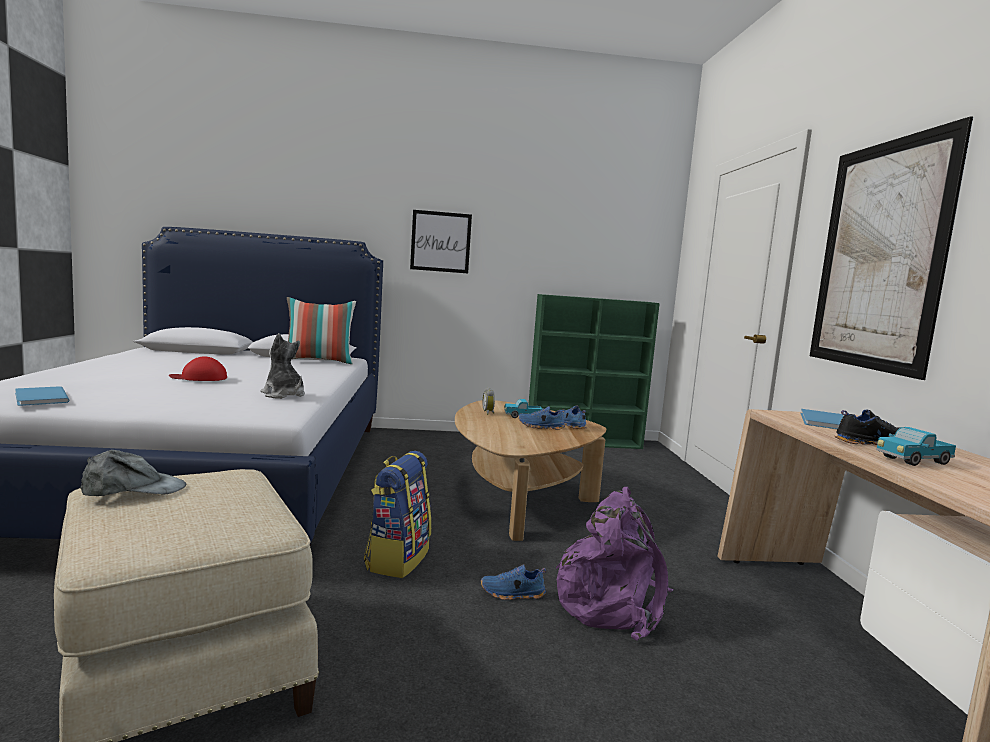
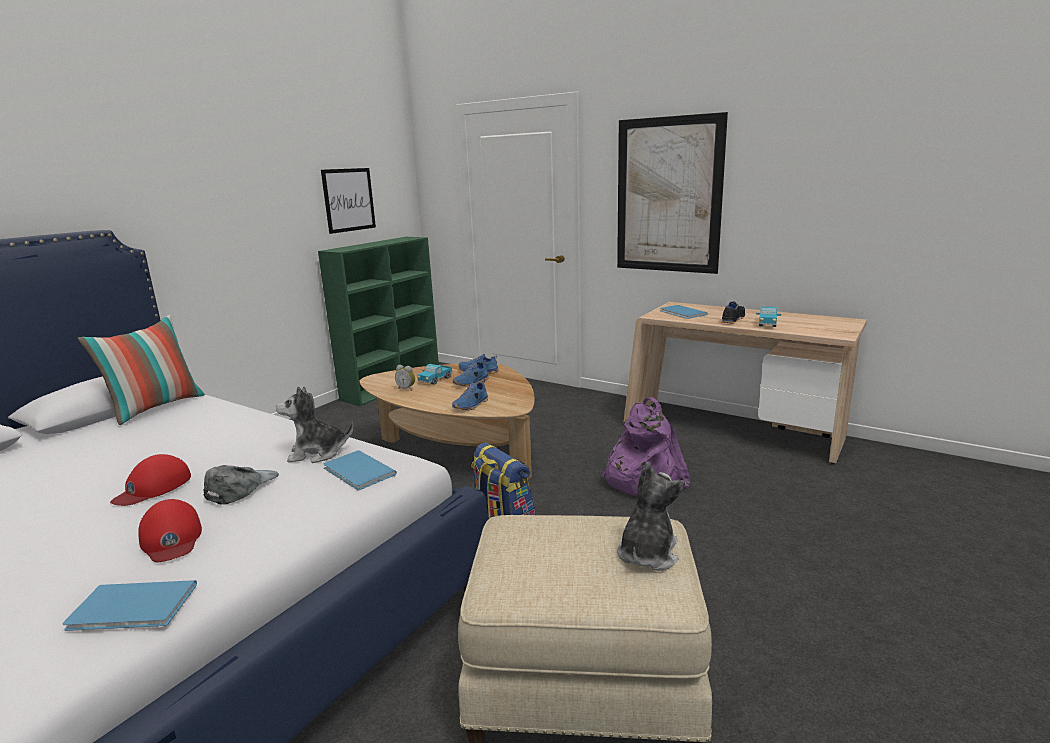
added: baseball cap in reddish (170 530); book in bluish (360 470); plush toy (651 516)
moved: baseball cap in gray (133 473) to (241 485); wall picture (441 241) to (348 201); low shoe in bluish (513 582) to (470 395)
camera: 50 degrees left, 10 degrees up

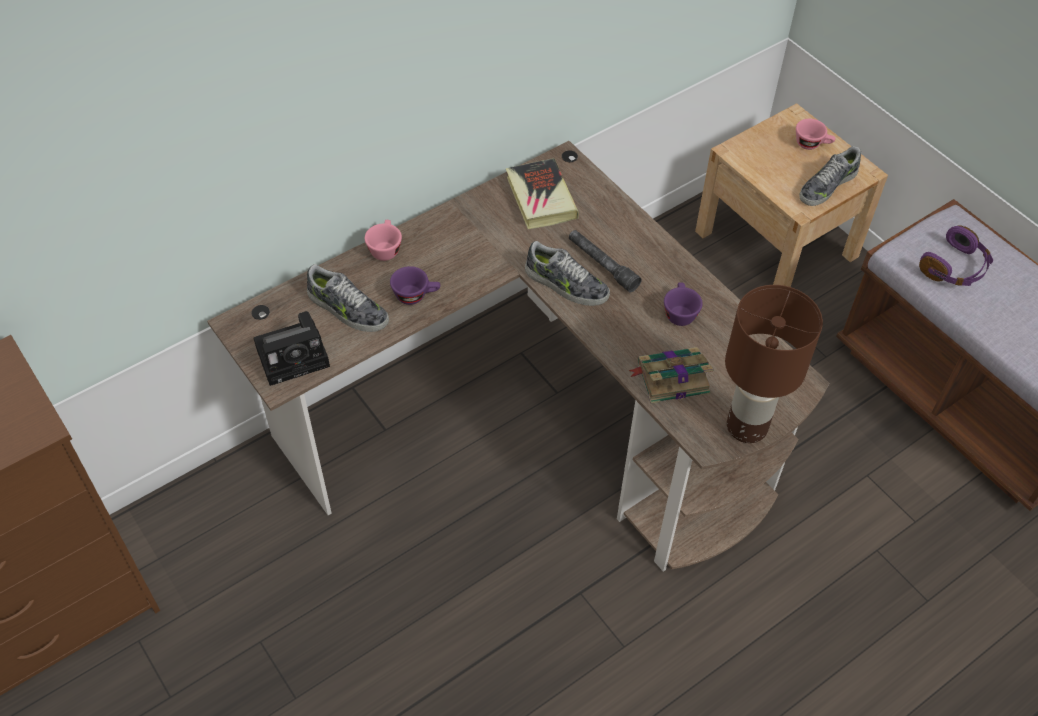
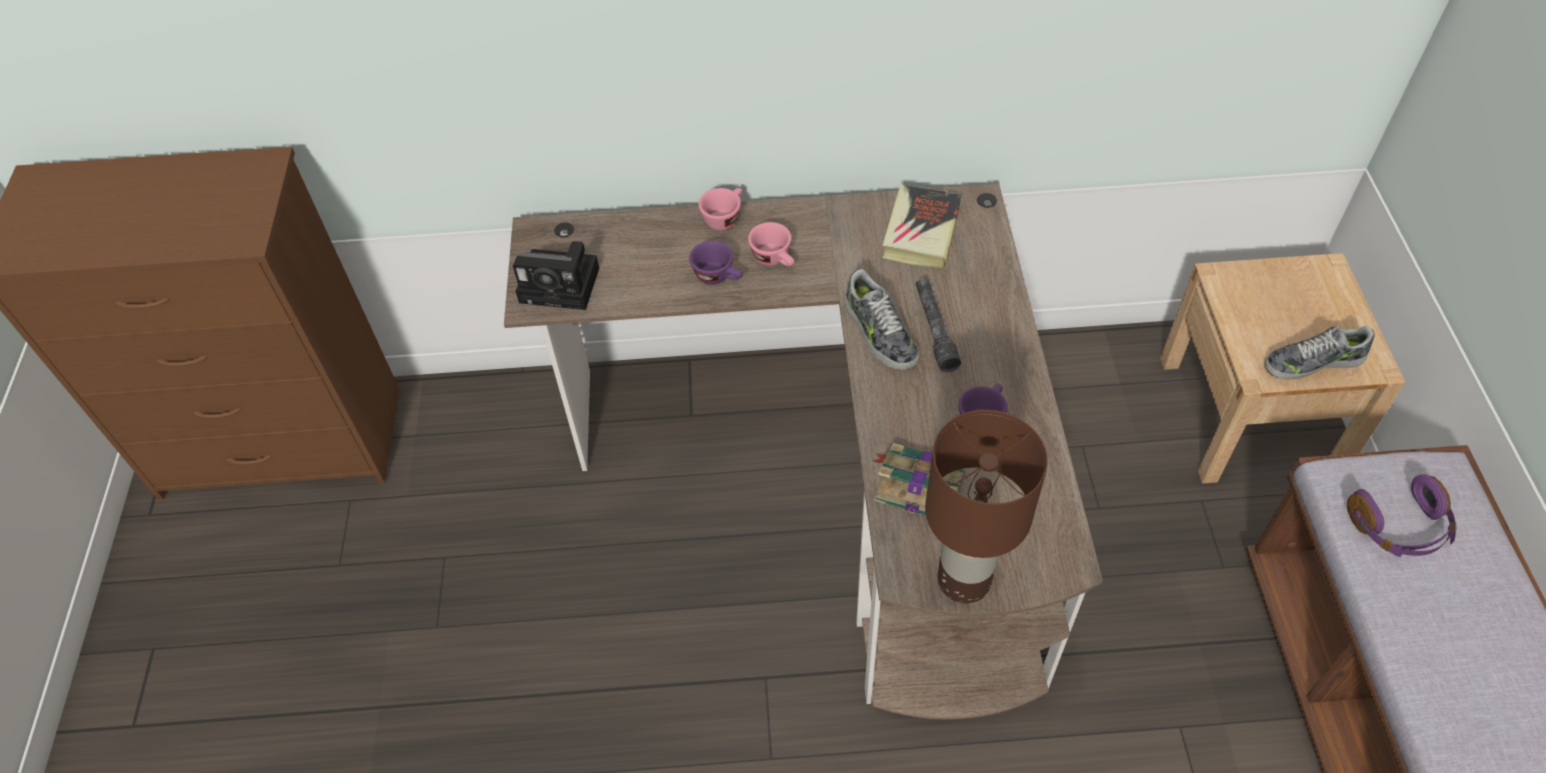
removed: low shoe (348 298)
moved: drinking cup in pink (816 134) to (771 244)
camera: 35 degrees right, 0 degrees up

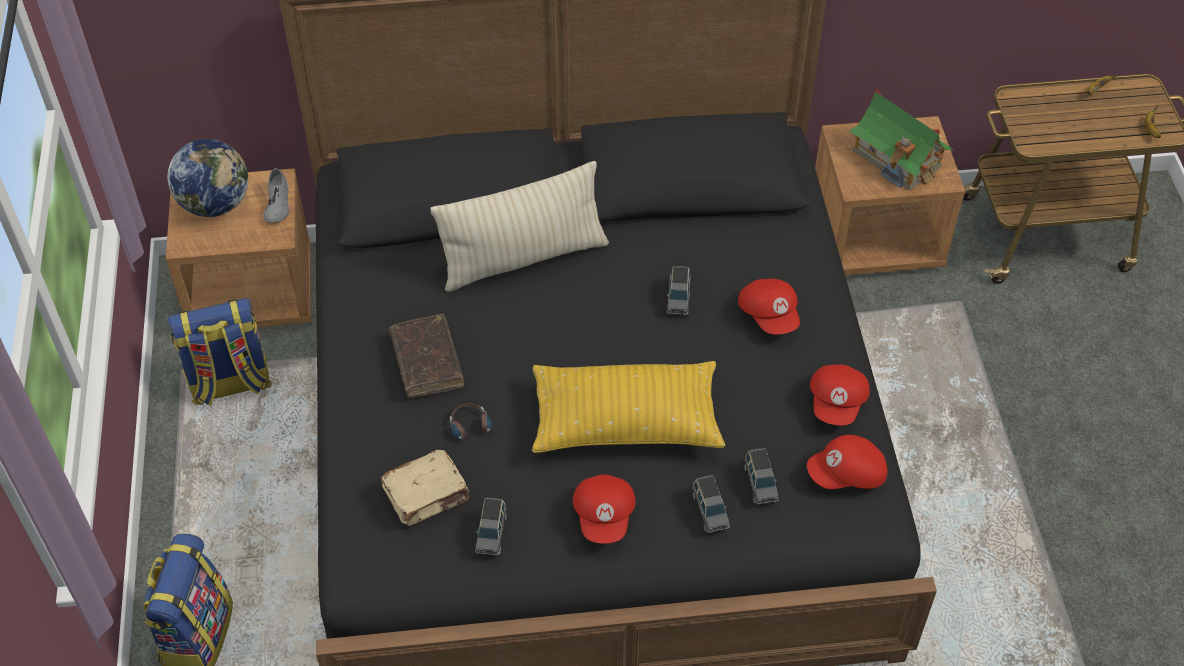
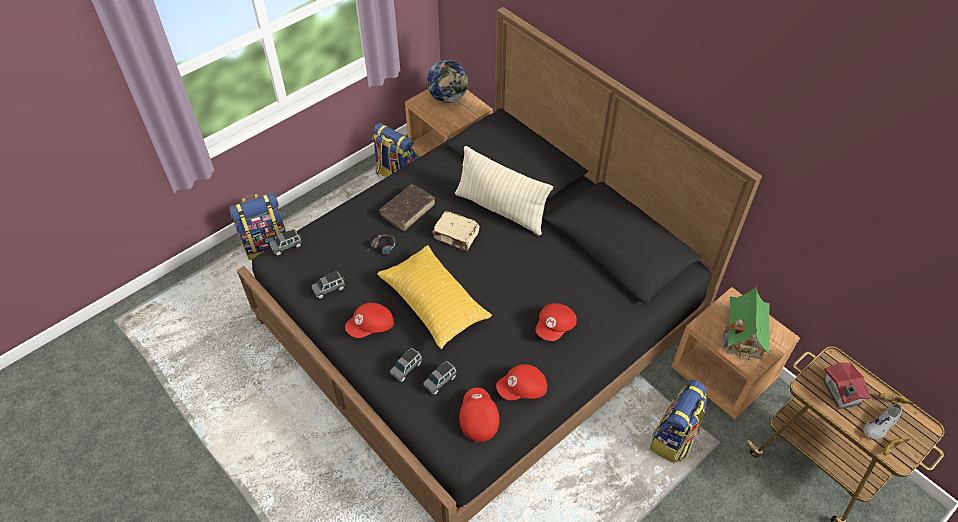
added: rucksack (679 422); model house (846 385)
moved: low shoe in gray (276 195) to (882 421); book in sand-coloured (425 488) to (456 231); toy car in gray (679 291) to (286 242)
turned: baseball cap in reddish (847 462) = (479 415) 45 degrees clockwise
camera: 55 degrees right, 0 degrees up

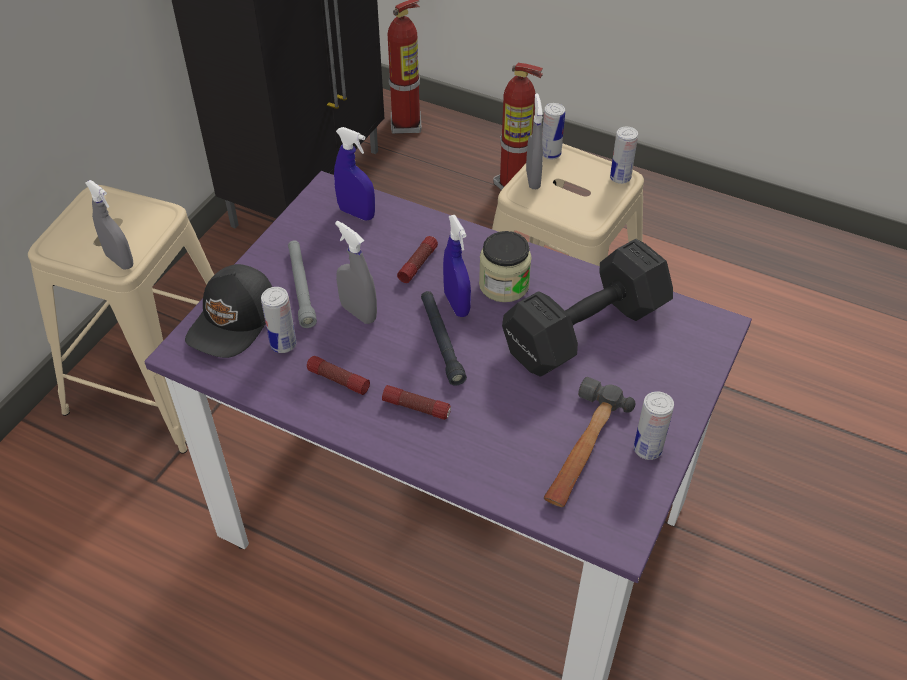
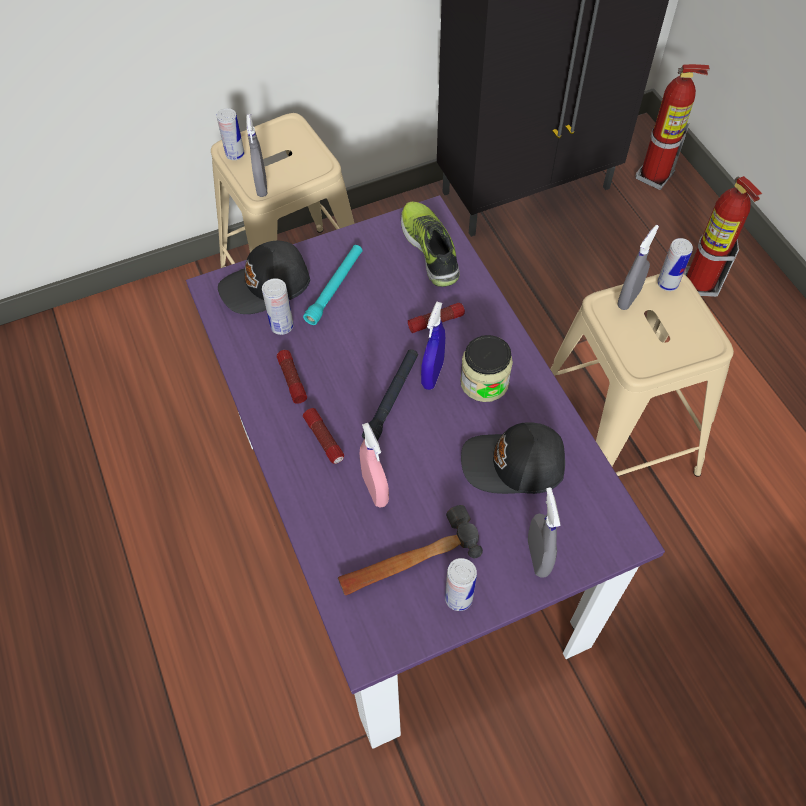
added: sprayer in pink (374 465)
moved: sprayer in gray (356 272) to (544 533); metal can (624 155) to (230 134)
replaced: sprayer in bluish (354 173) to low shoe (430 244); free weight in black-coloured (587 308) to baseball cap in black-coloured (513 458)
recoloured: hand torch in gray (302 284) to hand torch in turquoise (332 285)
camera: 40 degrees right, 10 degrees up

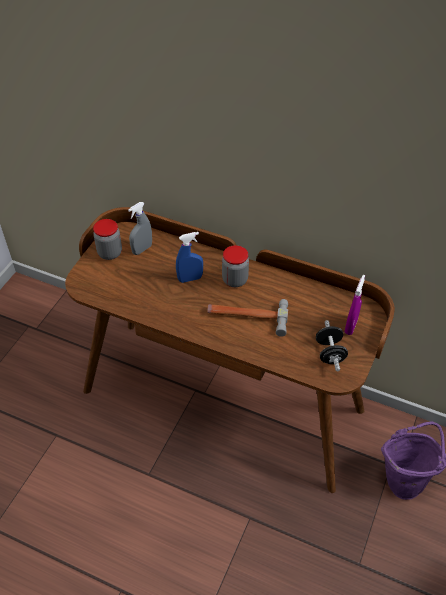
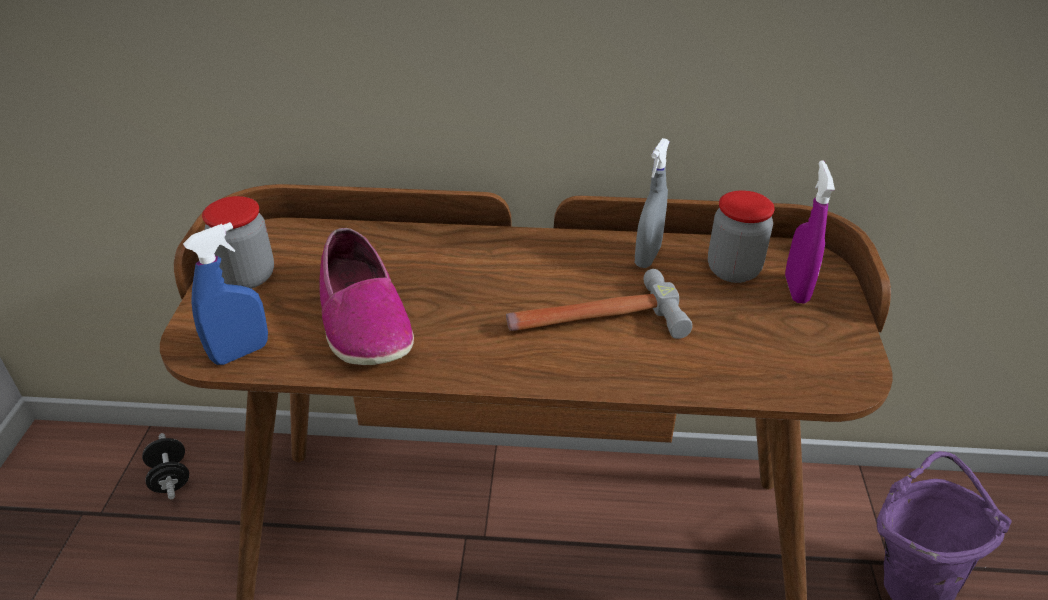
added: low shoe (366 296)
moved: sprayer in gray (140 228) to (652 203); sprayer in bluish (189 257) to (225 293); jar (235 266) to (741 236); free weight in black-coloured (332 345) to (165 466)
camera: 20 degrees left, 10 degrees down

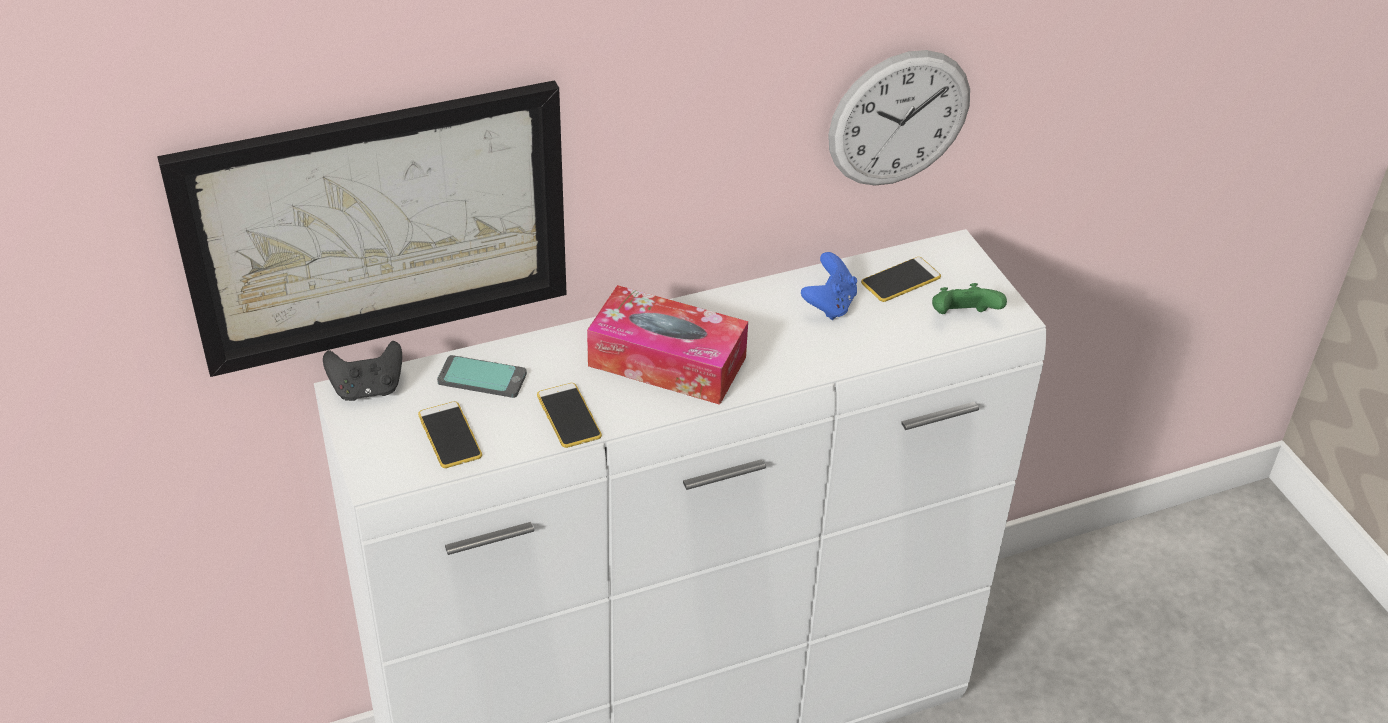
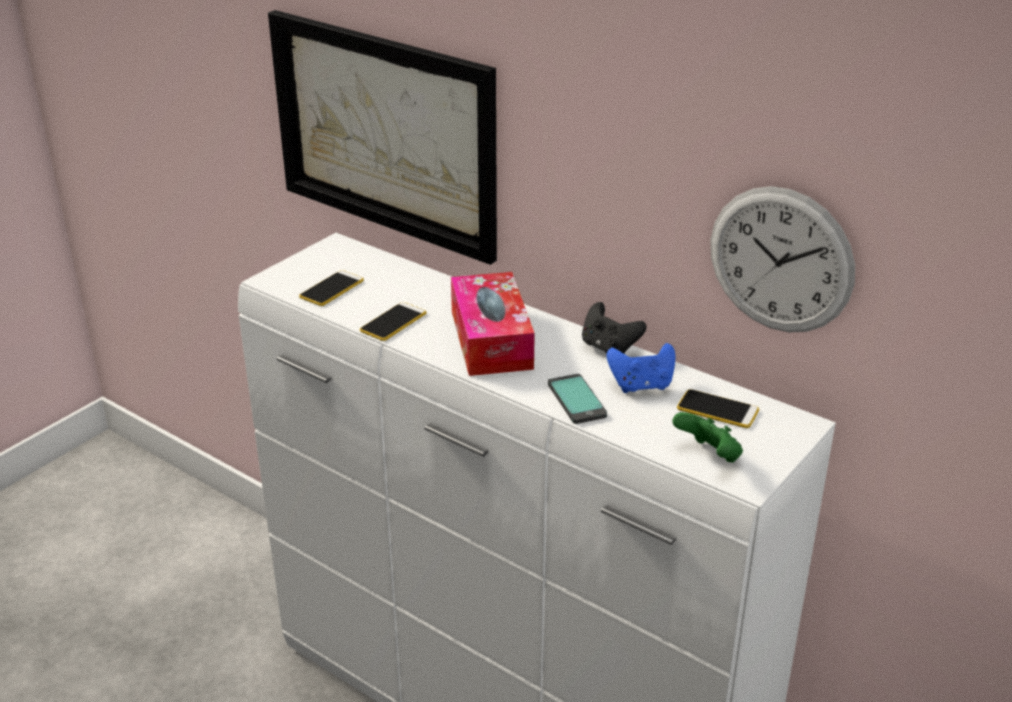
moved: game controller in black-coloured (362 371) to (614 328); handset (482 376) to (577 399)
camera: 60 degrees right, 10 degrees down

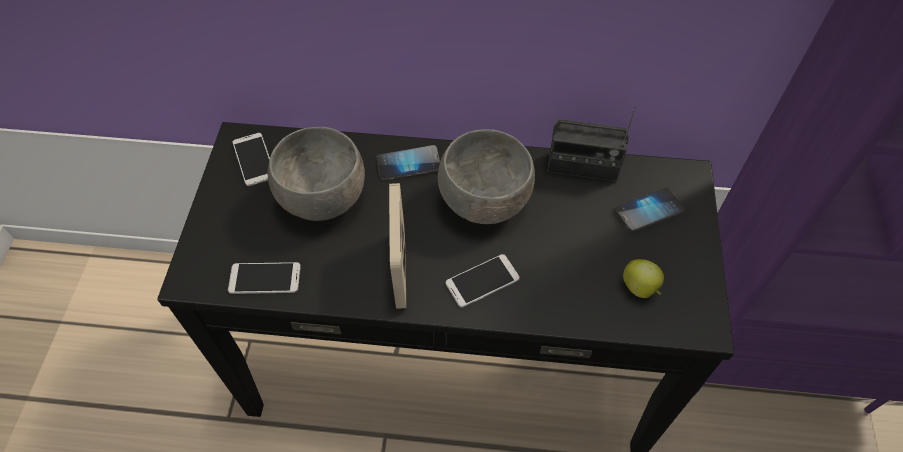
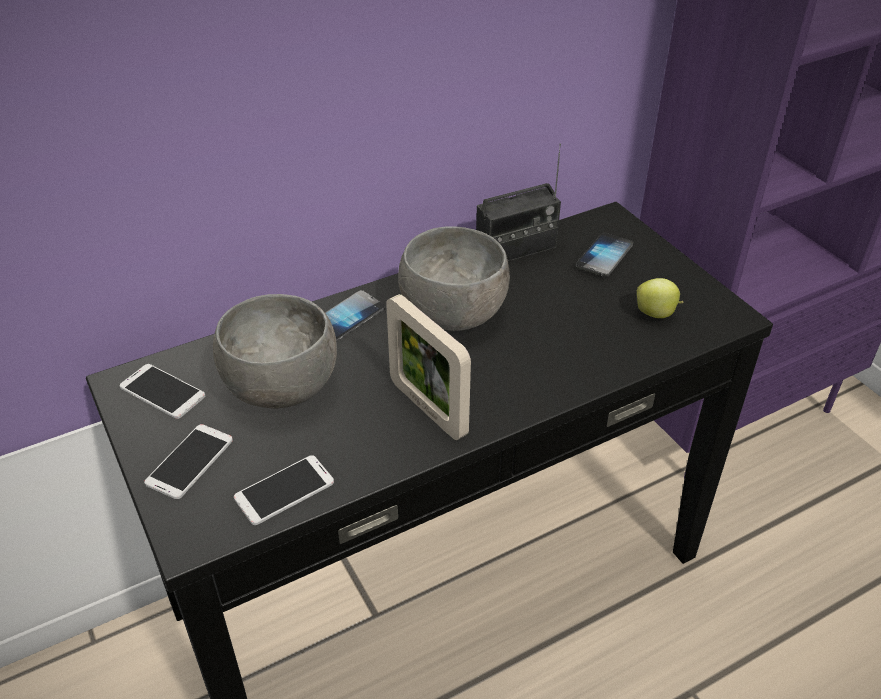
moved: handset (483 281) to (188 461)
camera: 35 degrees left, 15 degrees down

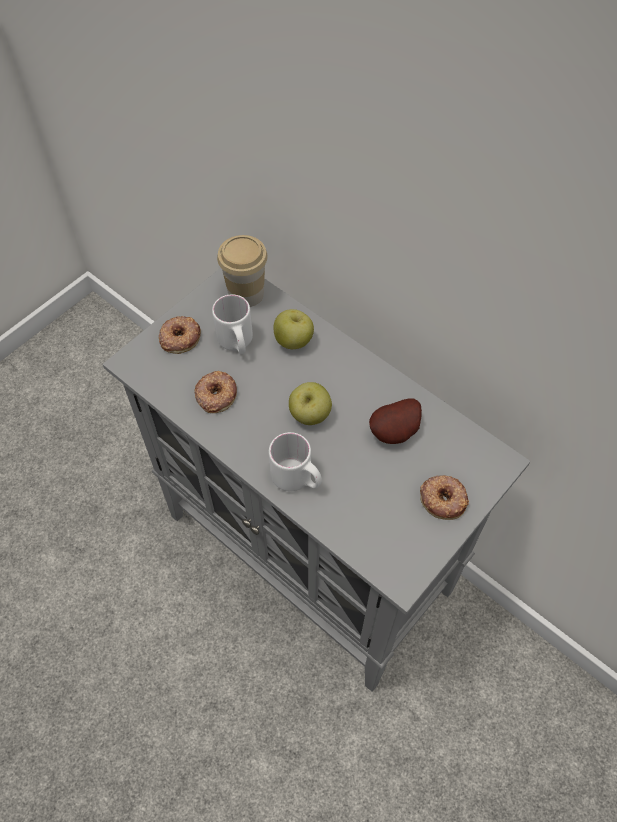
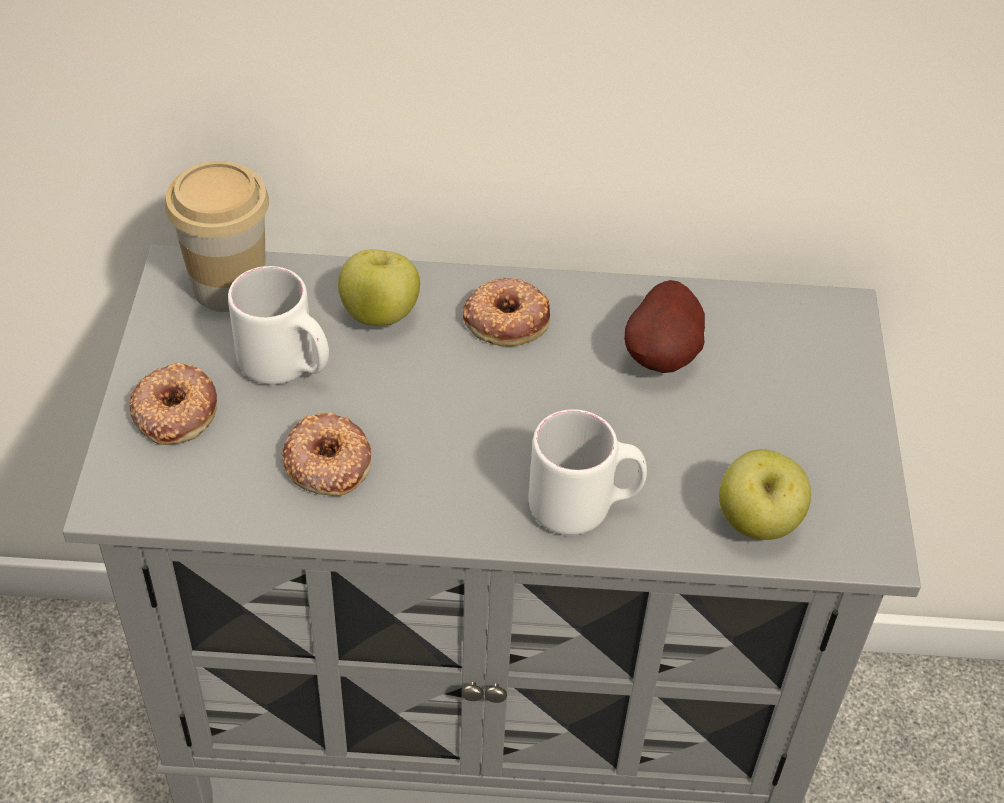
moved: apple (310 403) to (765 494); donut (444 497) to (506 312)
camera: 40 degrees left, 10 degrees down

